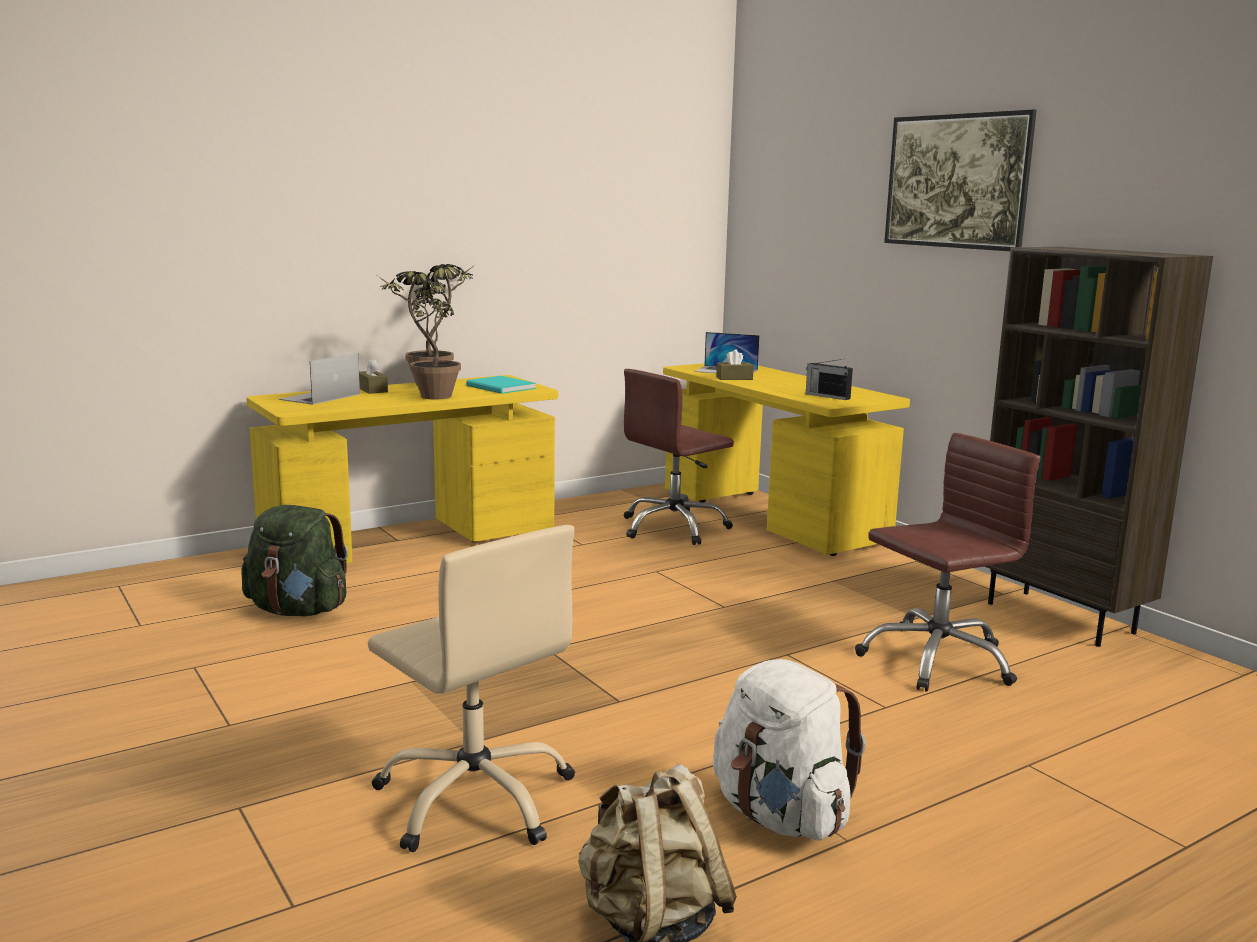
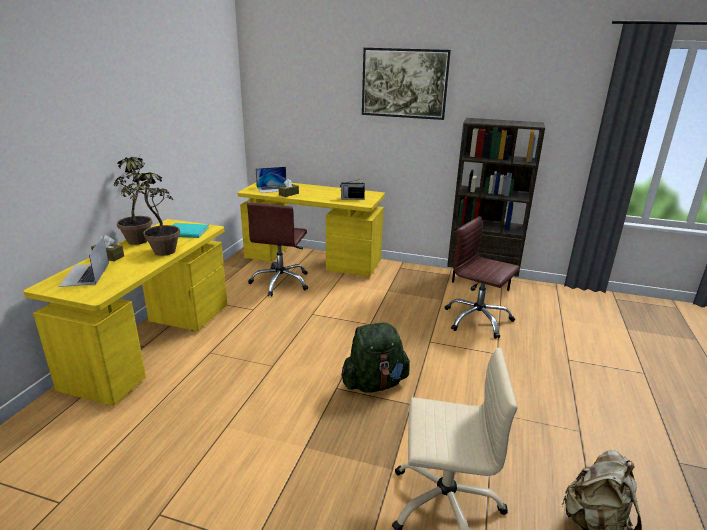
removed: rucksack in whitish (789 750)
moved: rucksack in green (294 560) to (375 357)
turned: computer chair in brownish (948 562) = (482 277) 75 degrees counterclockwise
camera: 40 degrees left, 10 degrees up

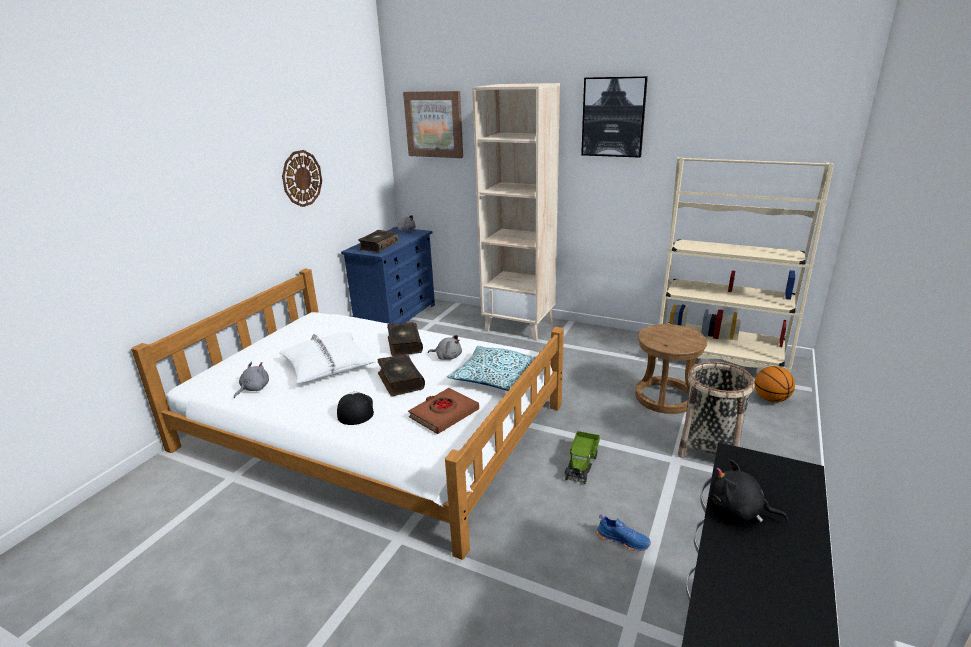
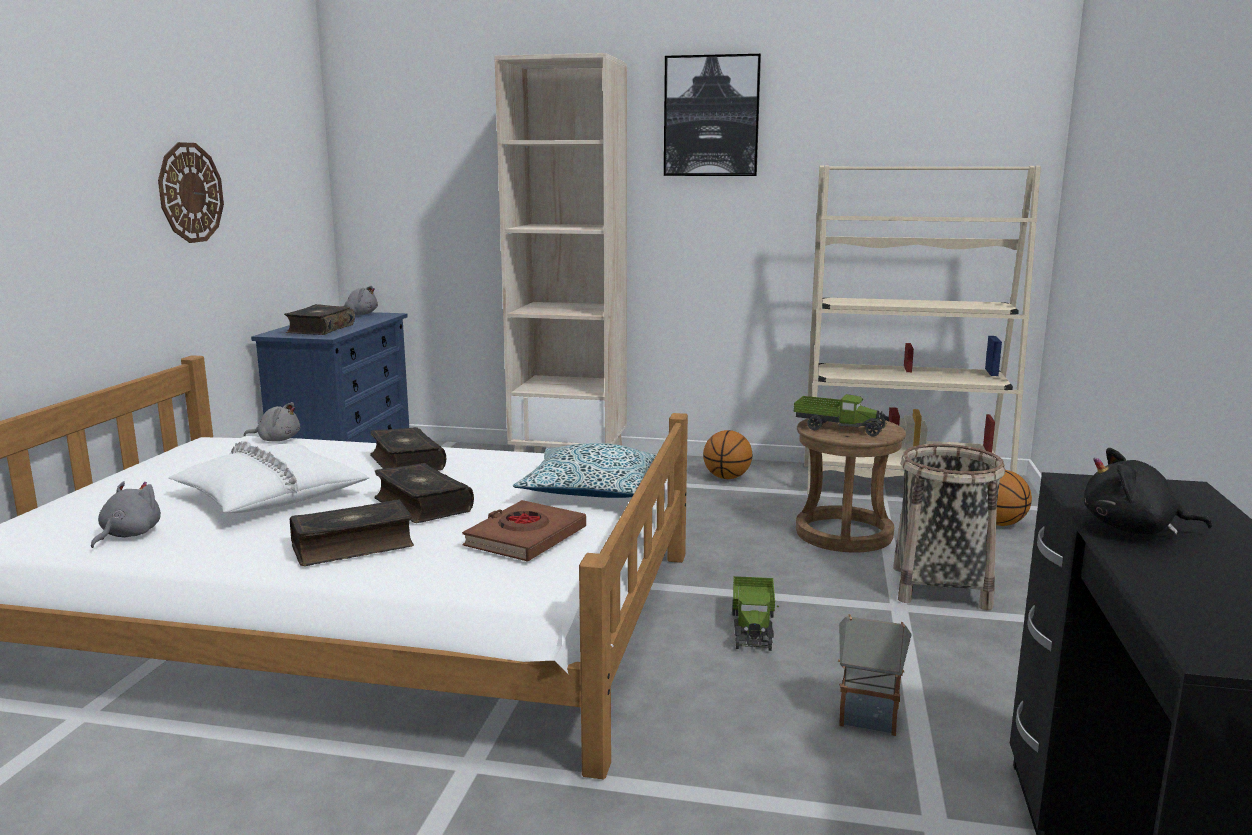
removed: wall picture (433 124)
added: basketball ball (727 454); toy truck (840 415)
moved: plush toy in gray (445 347) to (272 421)
replaced: baseball cap (355 408) to book (352 532); low shoe in bluish (624 533) to model house (874 675)
camera: 15 degrees left, 10 degrees down

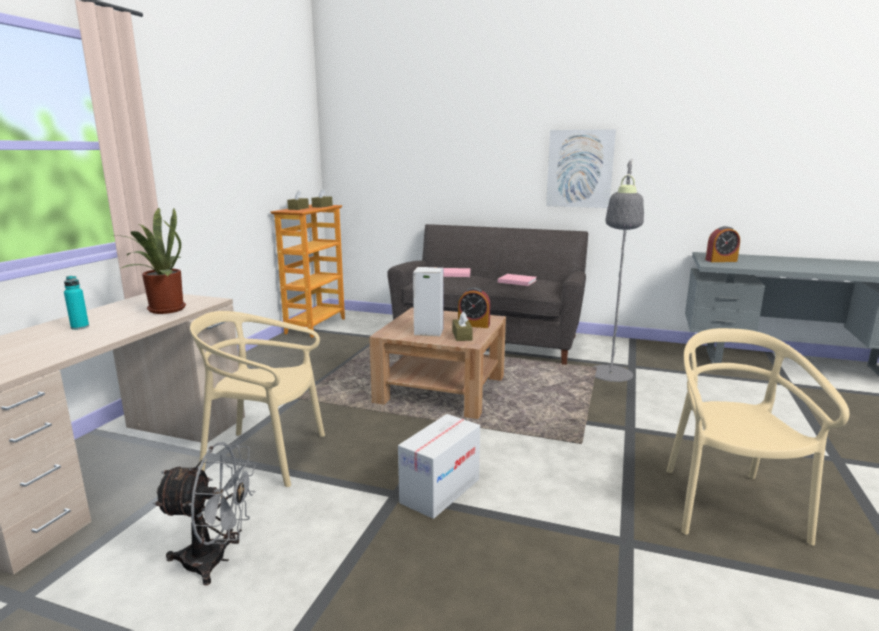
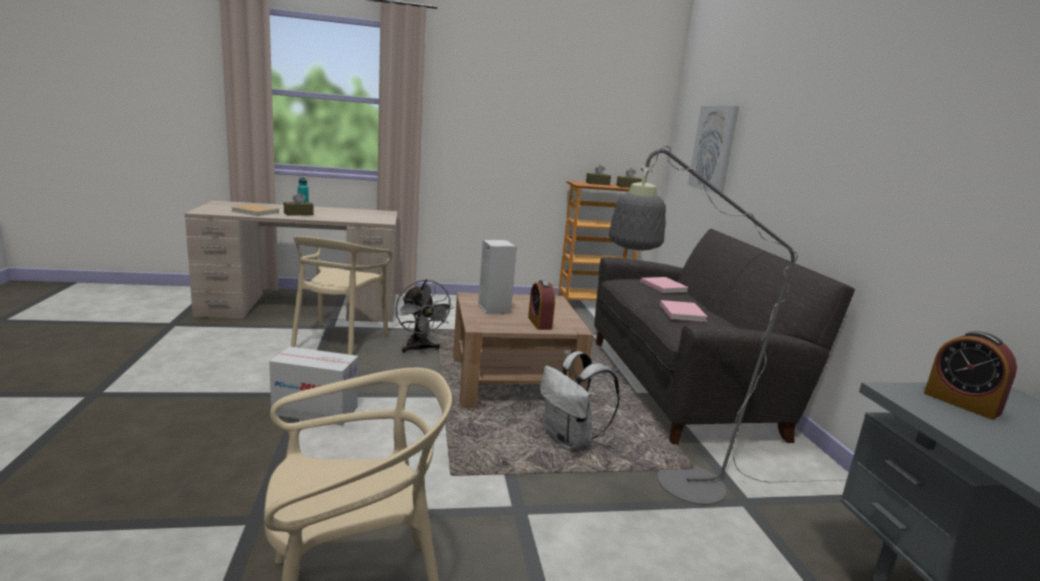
removed: potted plant (150 260)
added: book in sand-coloured (255 210); rucksack in whitish (580 400)
moved: cooling fan in gray (204 514) to (425 316); box of tissues in brownish (462 326) to (299 204); wall picture (581 168) to (713 150)
turned: plain chair in sand-coloured (257 399) = (342 295) 150 degrees counterclockwise
camera: 60 degrees right, 0 degrees up

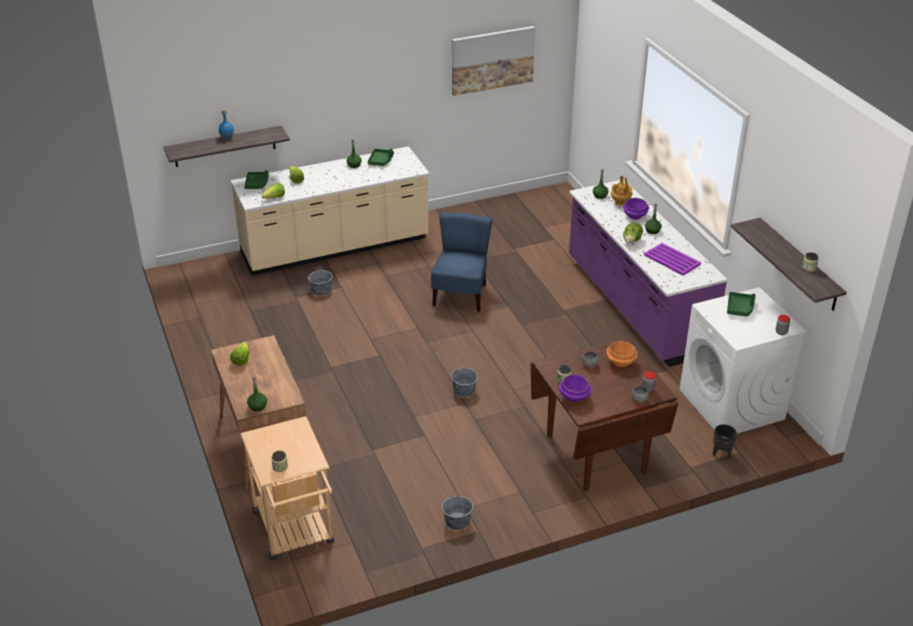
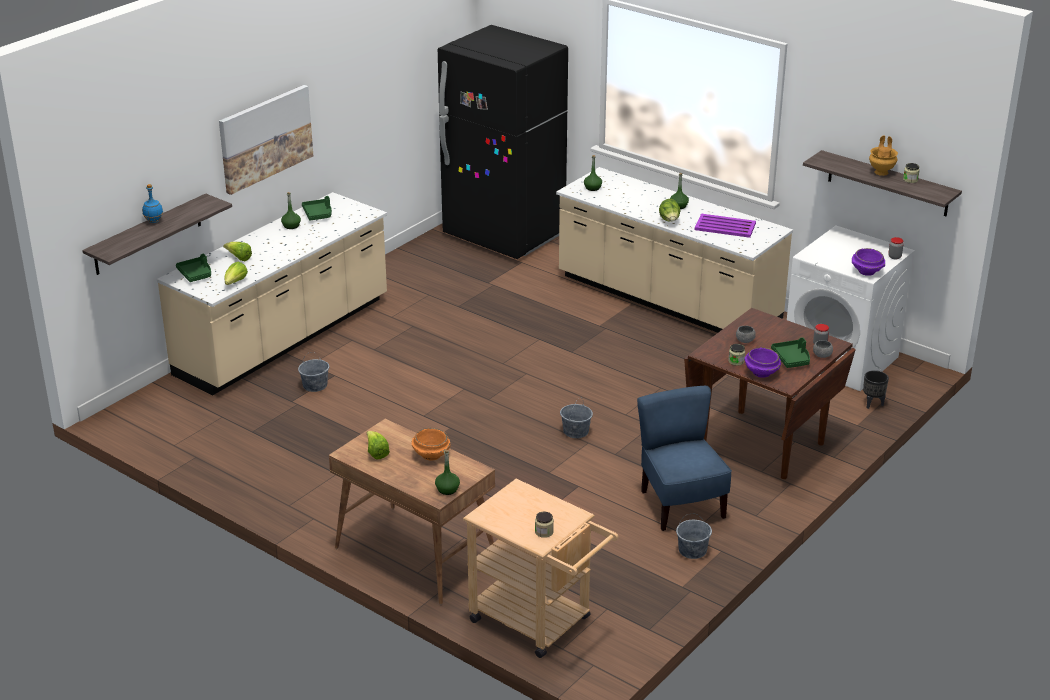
added: fridge in black-coloured (503 142)
moved: plain chair in bluish (462 262) to (684 458); wall picture (493 61) to (266 140); bowl in orange-coloured (622 354) to (431 444); flower vase in brownish (622 191) to (883 155); bowl in purplish (636 209) to (868 262); serving tray in green (741 304) to (790 352)
recoloured: kitchen counter in purplish (648 273) to kitchen counter in sand-coloured (674 250)
camera: 30 degrees left, 5 degrees down

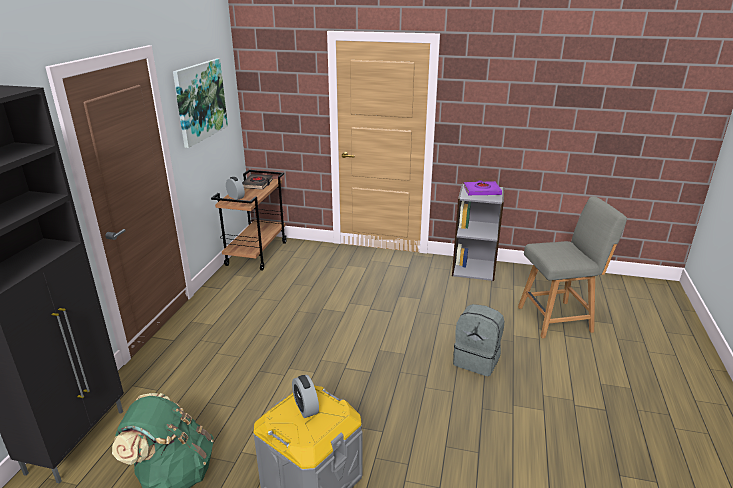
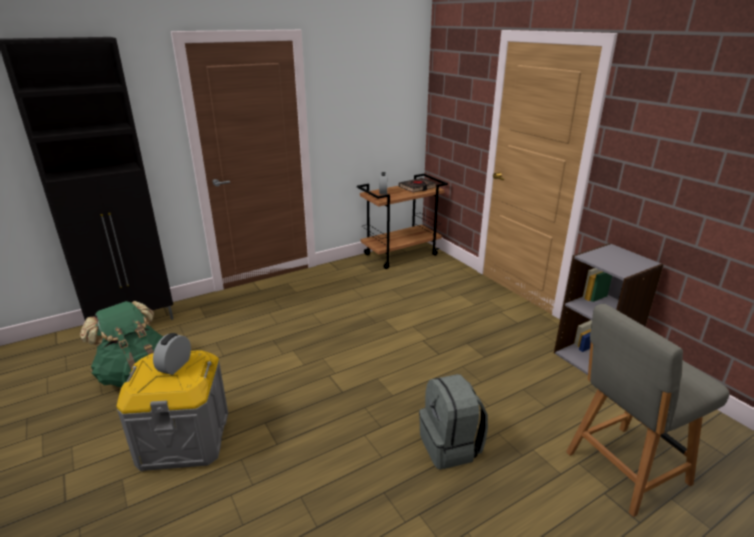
removed: wall picture (200 103); book in purplish (483 188)
turned: plain chair in gray (572 267) = (648 410) 120 degrees clockwise
camera: 45 degrees right, 0 degrees up

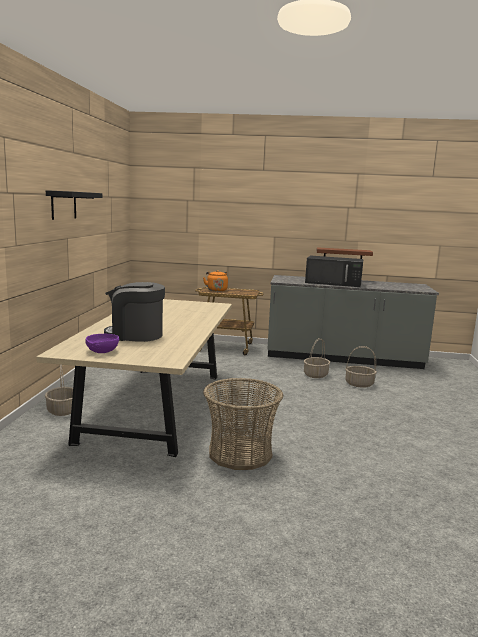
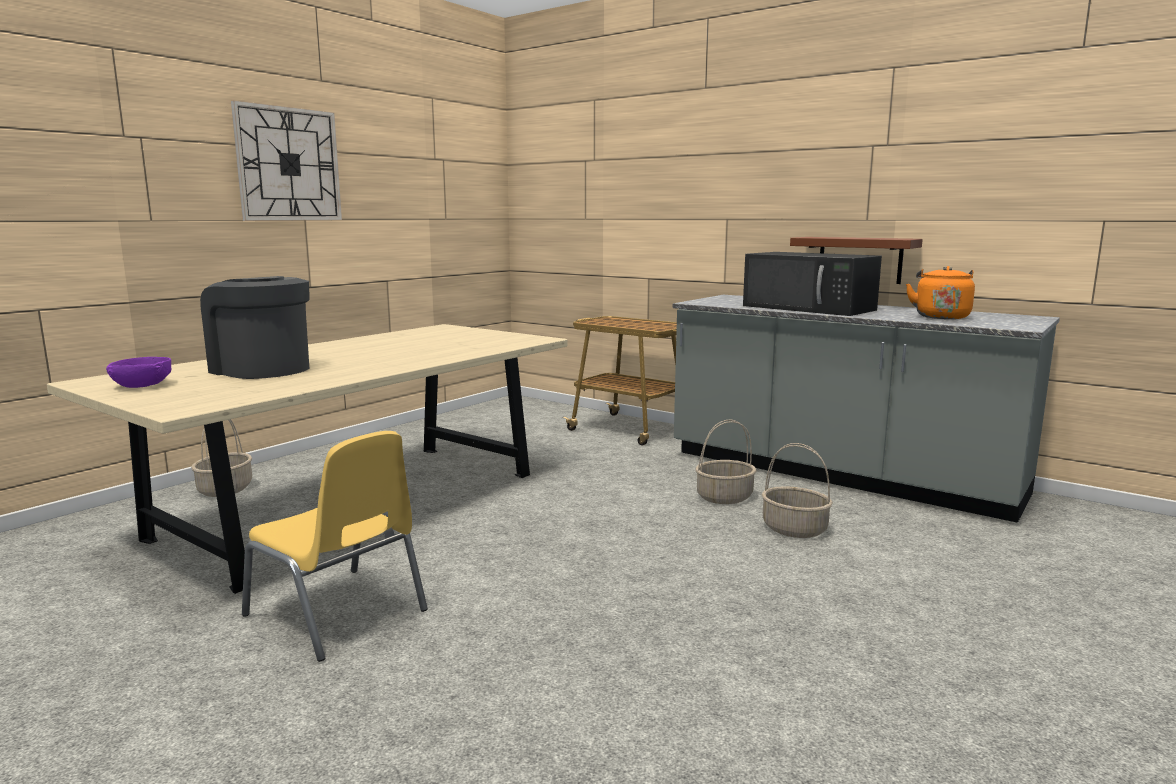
moved: kettle in orange-coloured (215 281) to (940 292)
replaced: wall shelf in black-coloured (74 205) to clock on the wall (286 160); basket (243 424) to plain chair in yellowish (335 546)
camera: 30 degrees right, 0 degrees up

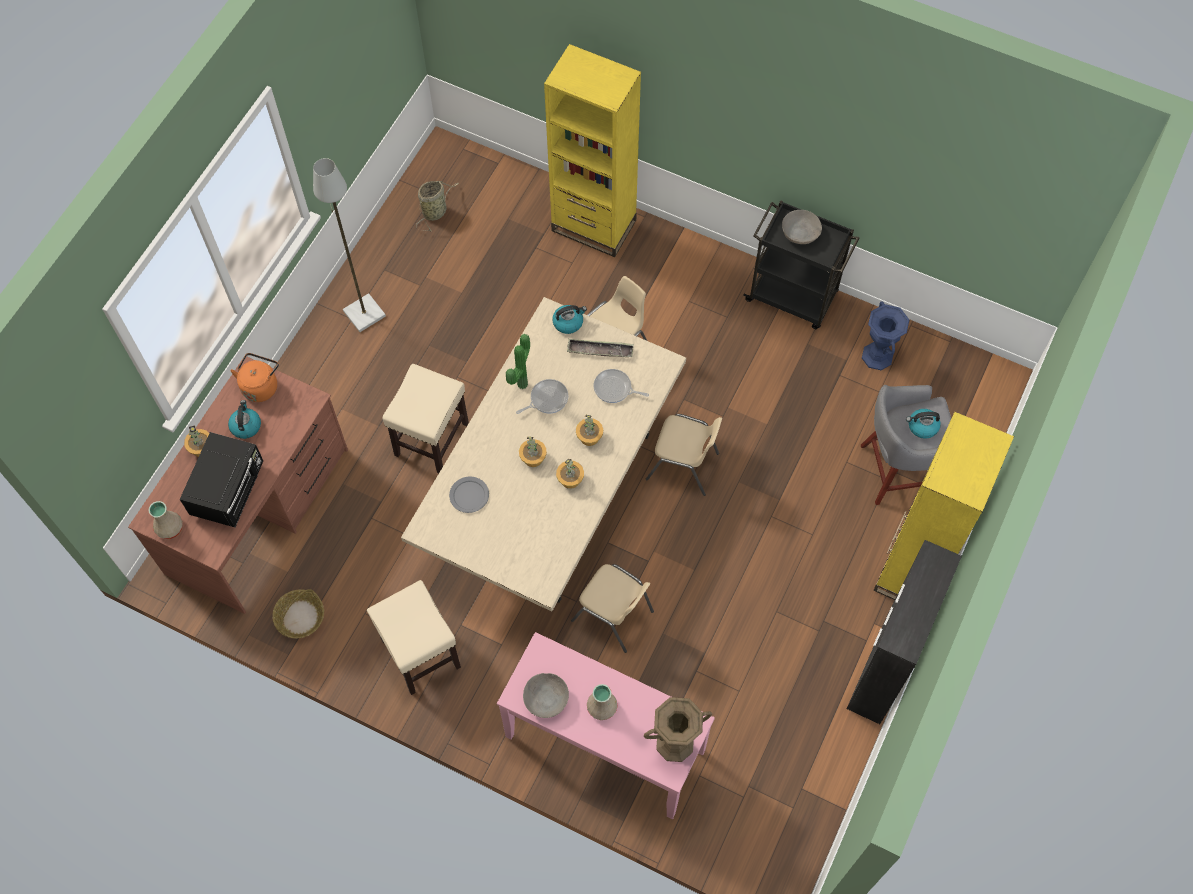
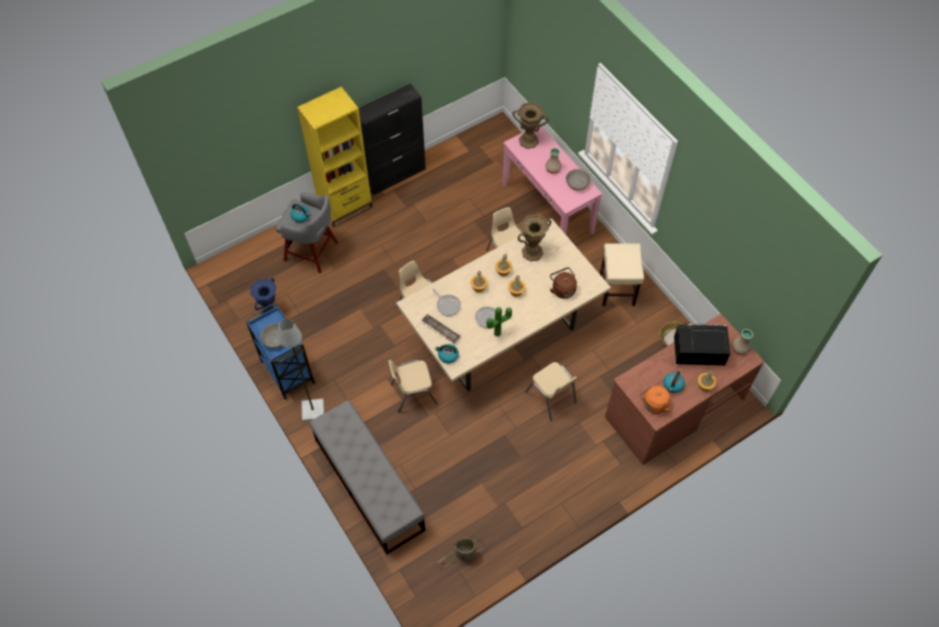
added: flower vase in brownish (535 237)
moved: floor lamp in gray (349 245) to (301 369)
replaced: stool in sand-coloured (425 418) to plain chair in sand-coloured (551 391); flat dish in gray (469 495) to kettle in brownish (563 283); bookshelf in yellowish (592 150) to bench in gray (367 477)
recoloured: trolley in black-coloured (801 264) to trolley in bluish (281 351)
turned: microwave in black-coloured (221 479) = (702 344) 45 degrees clockwise
camera: 150 degrees left, 5 degrees down

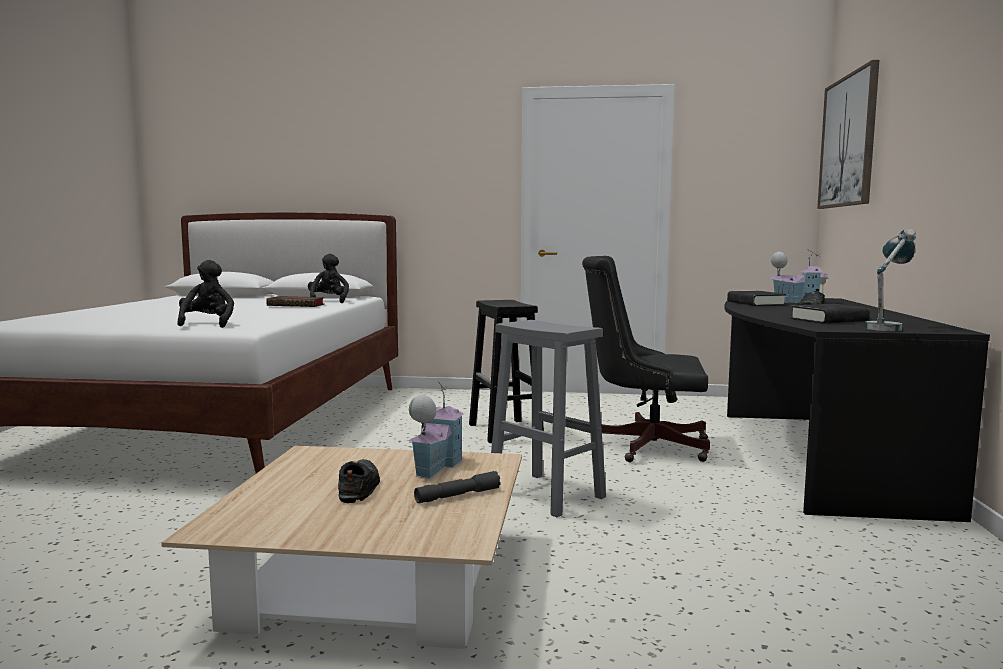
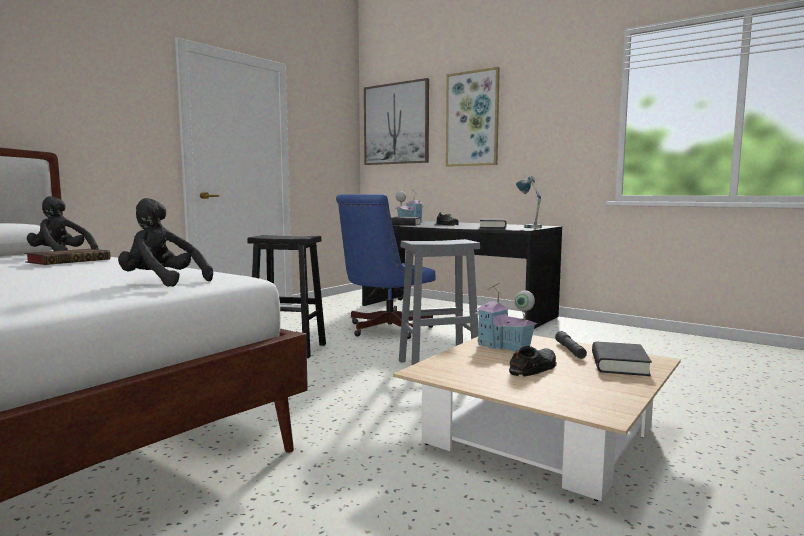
added: wall picture (473 117); book in black-coloured (622 359)
recoloured: computer chair in black-coloured (646 359) to computer chair in bluish (385 266)
turned: low shoe in black-coloured (359 481) = (533 361) 105 degrees clockwise
camera: 60 degrees left, 0 degrees up

